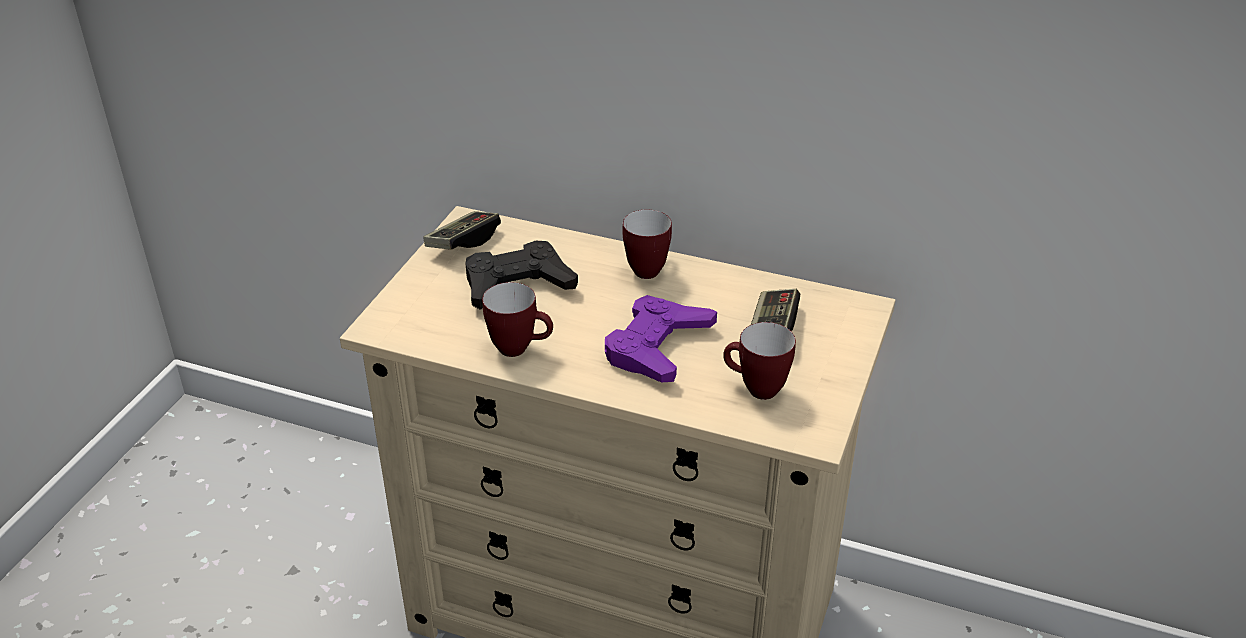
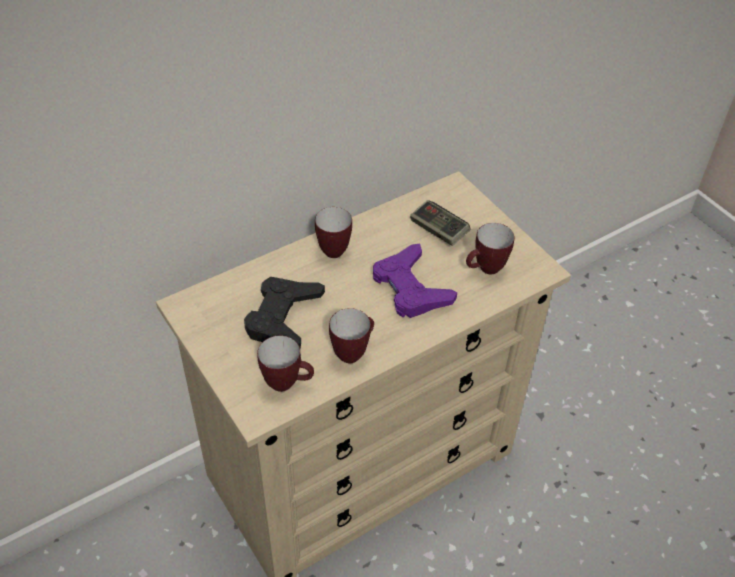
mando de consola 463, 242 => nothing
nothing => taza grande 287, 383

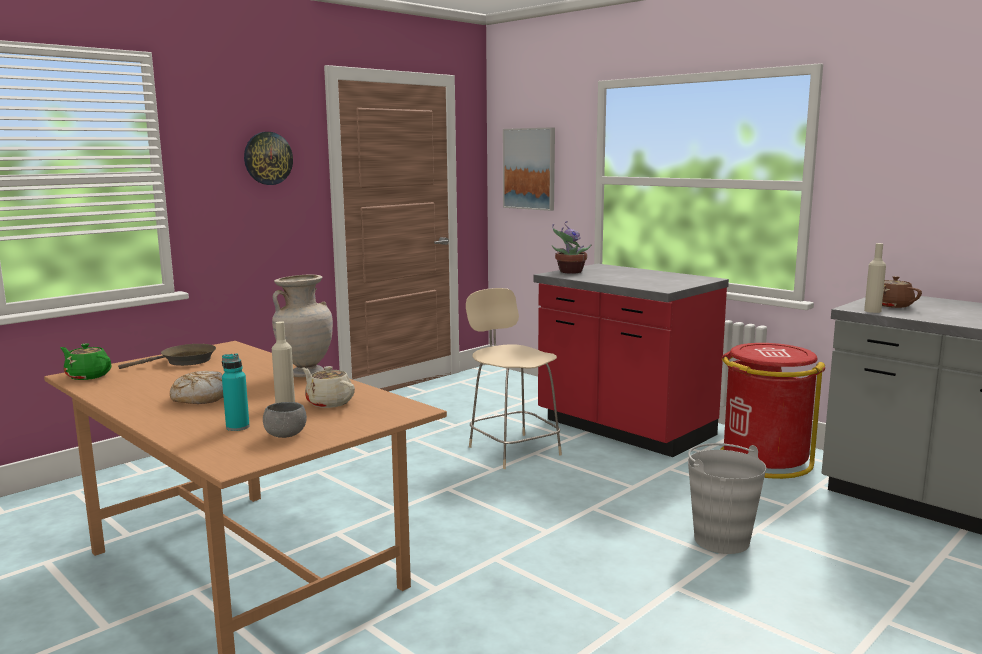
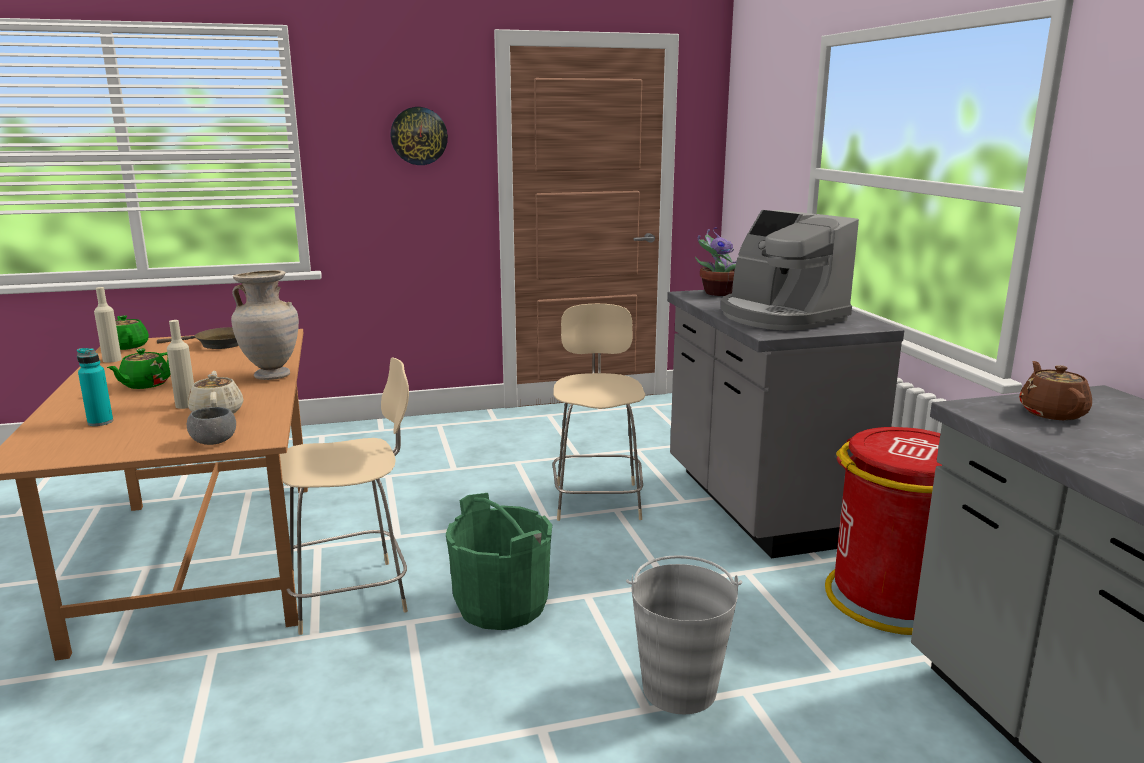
cuadro 529, 169 => nothing
botella (beis) 872, 311 => botella (beis) 112, 360, moved
mueble bajo de cocina (rojo) 624, 429 => mueble bajo de cocina (gris) 760, 505
pan 200, 398 => tetera (verde) 145, 385
cuenco (gris) 286, 435 => cuenco (gris) 214, 442, moved
nothing => cafetera 779, 317
nothing => silla (beis) 352, 595
nothing => cubo (verde) 502, 605

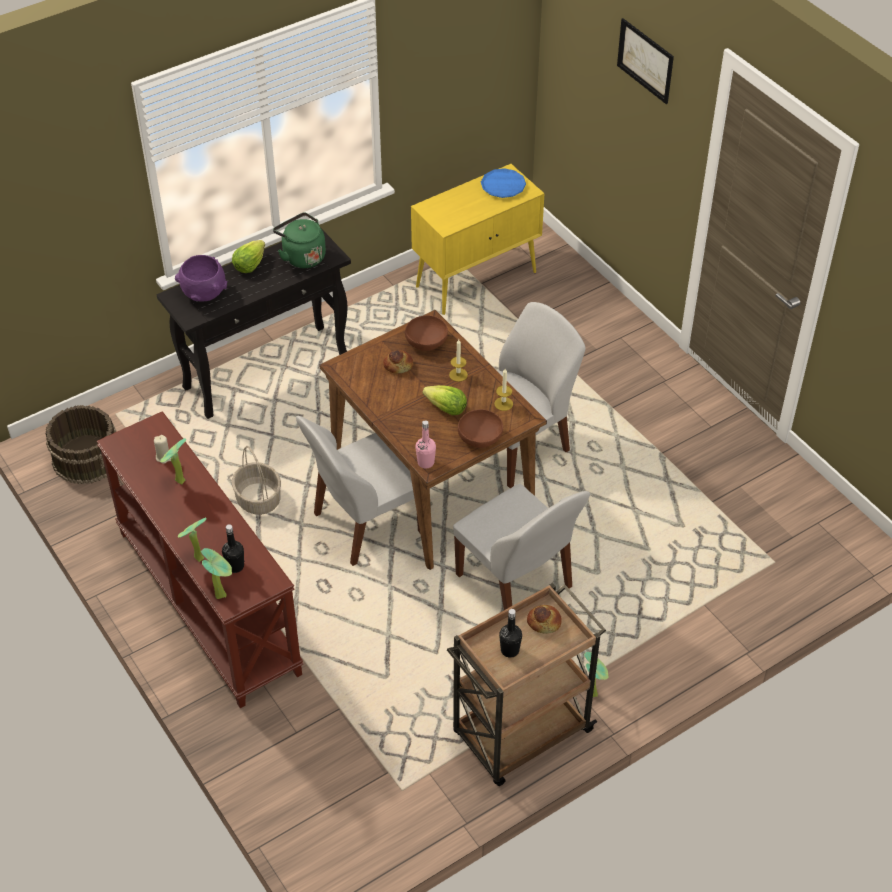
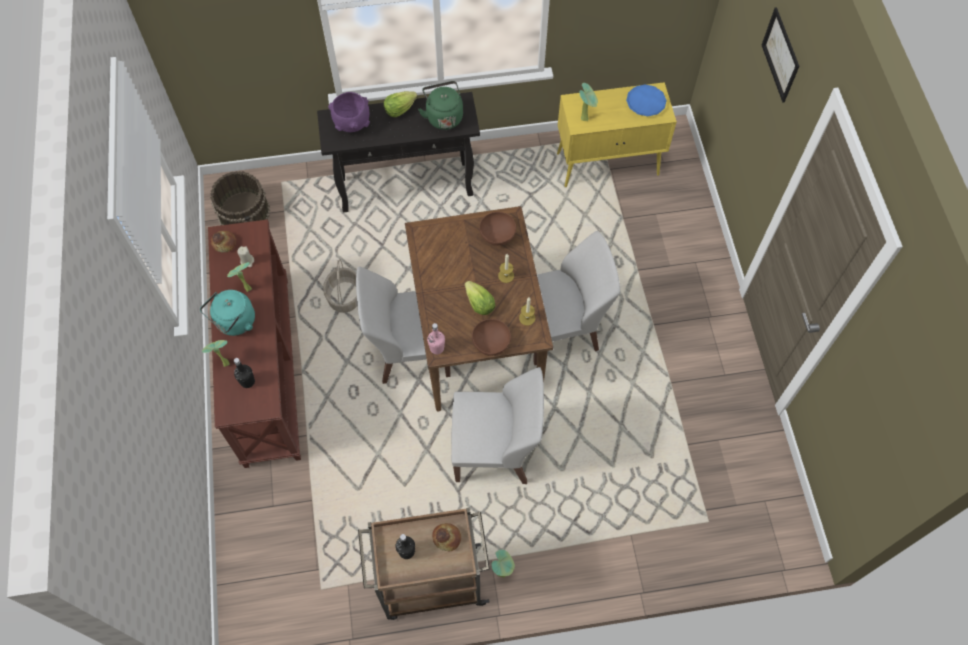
pan 398, 365 => pan 224, 243, moved
silla (blanco) 515, 583 => silla (blanco) 495, 451, 75 degrees counterclockwise
planta en maceta 222, 594 => planta en maceta 585, 118, moved
nothing => hervidor (turquesa) 234, 323

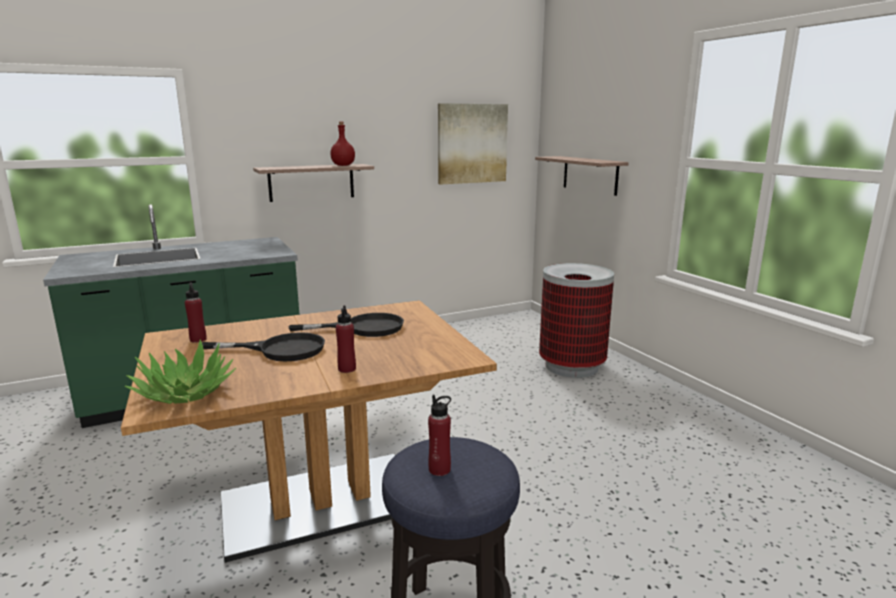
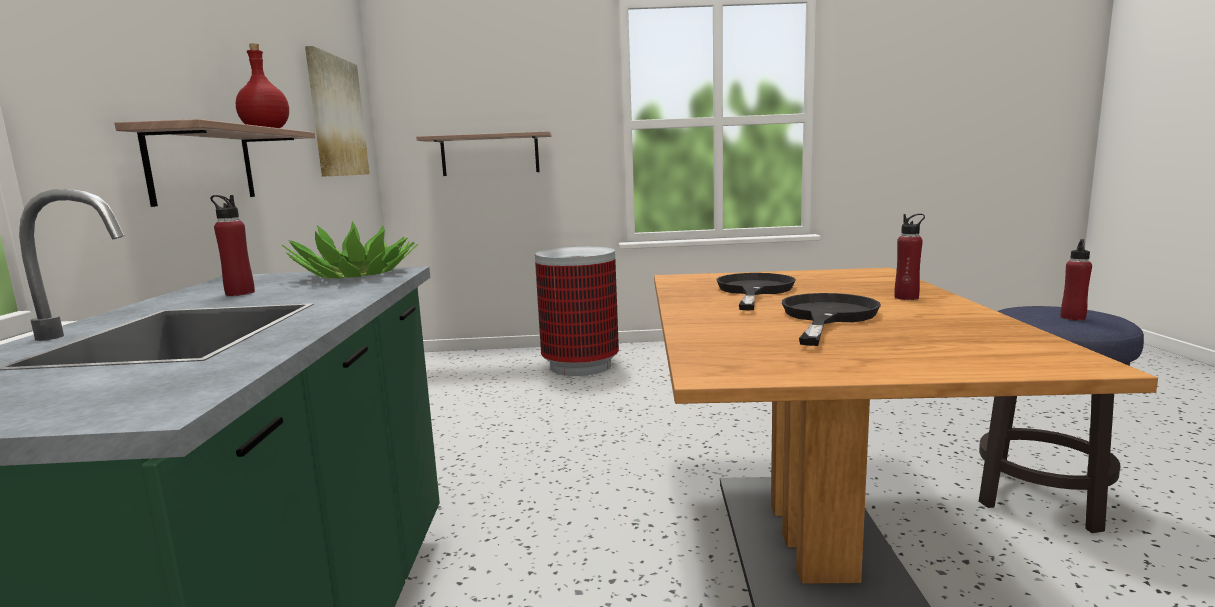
botella (rojo) 198, 339 => botella (rojo) 240, 293, moved
planta en maceta 185, 392 => planta en maceta 355, 275, moved

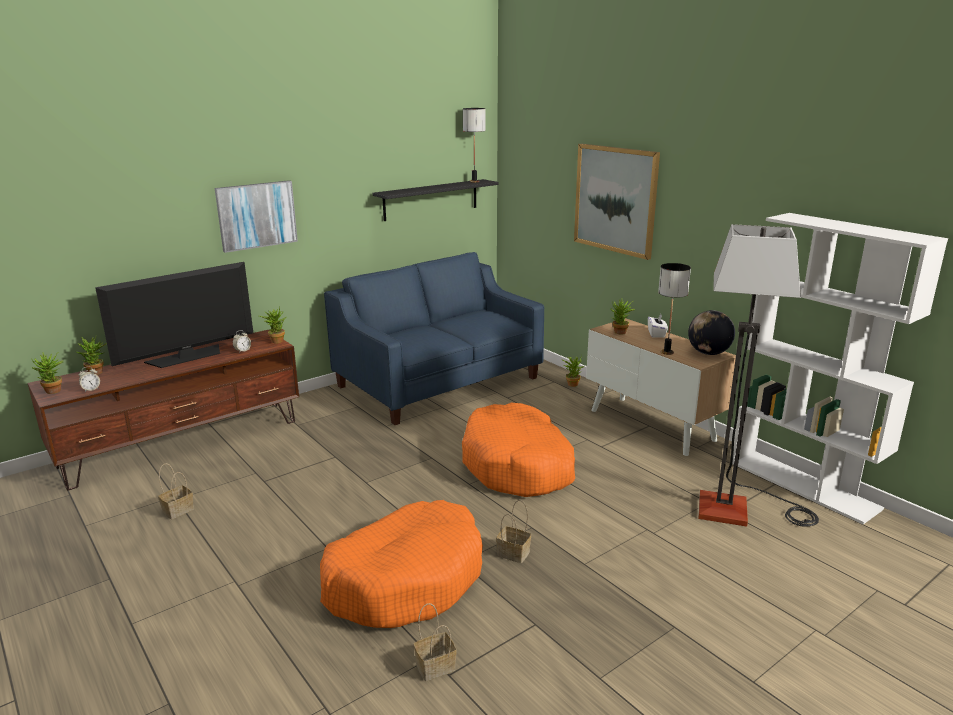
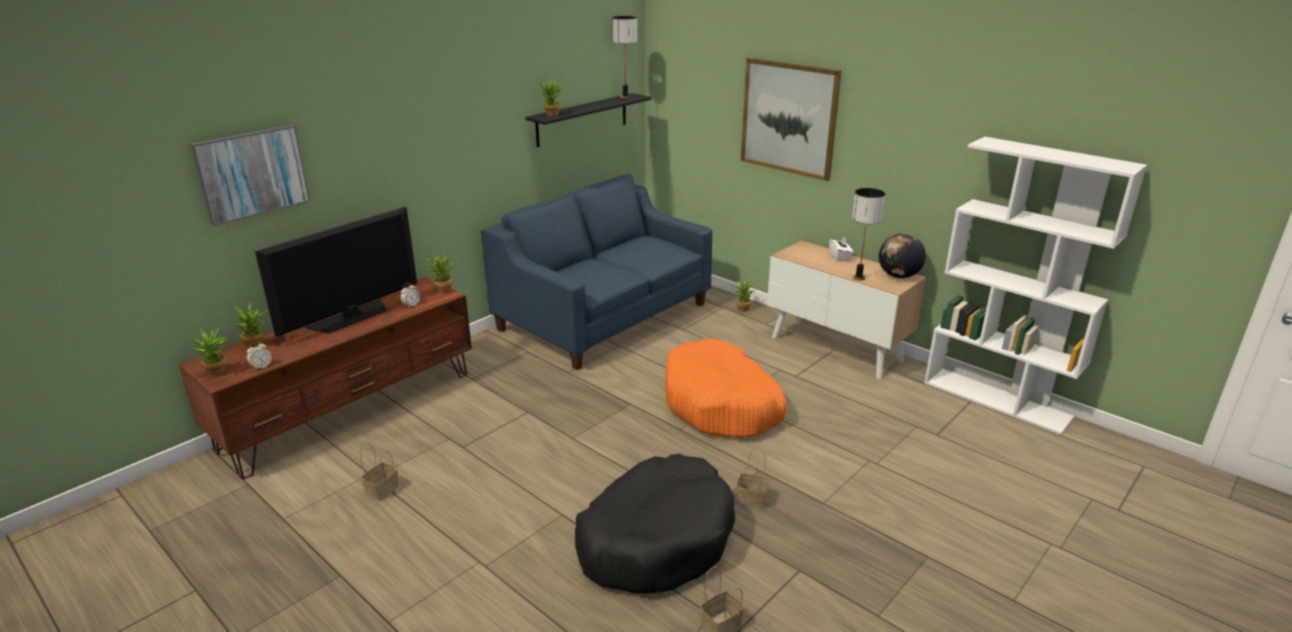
cuadro 256, 215 => cuadro 252, 173, moved
lámpara de pie 739, 509 => nothing
planta en maceta 620, 333 => planta en maceta 552, 115, moved
cama para perro (naranja) 405, 579 => cama para perro (negro) 656, 539

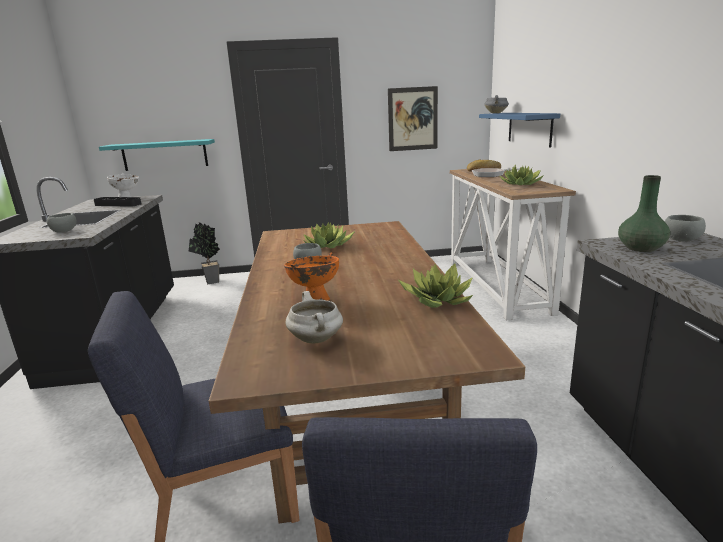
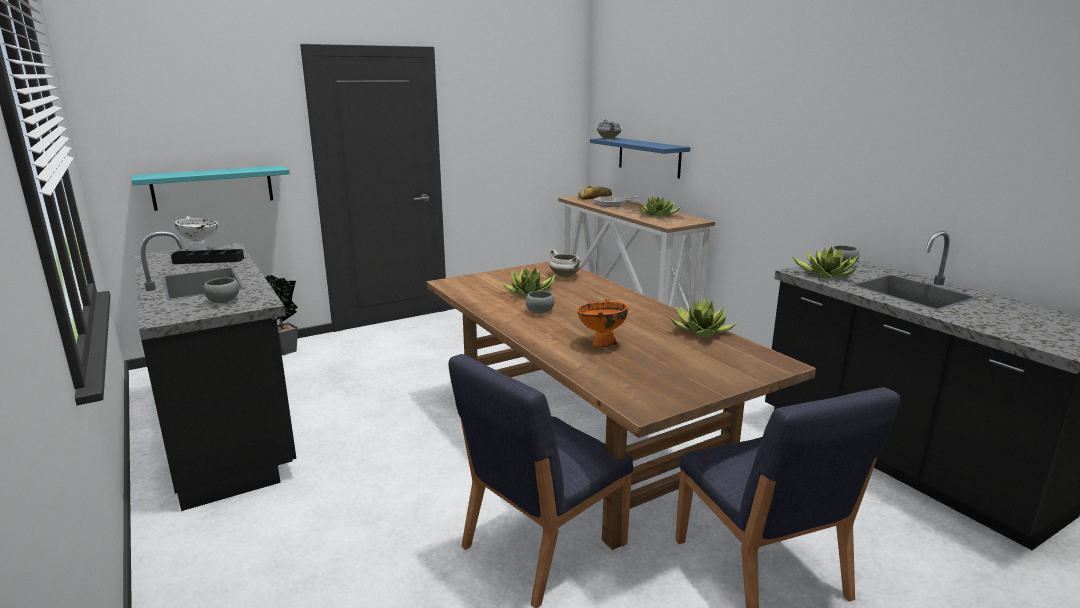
cuadro 413, 119 => nothing
florero (verde) 640, 248 => planta en maceta 825, 274
olla (blanco) 317, 340 => olla (blanco) 565, 276, moved

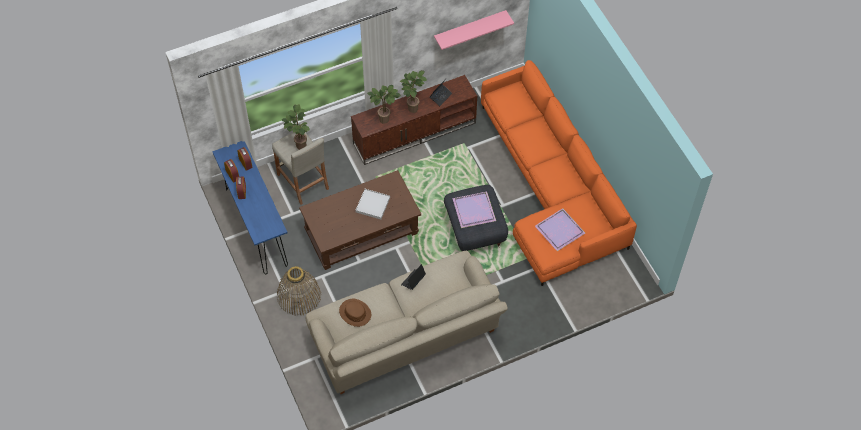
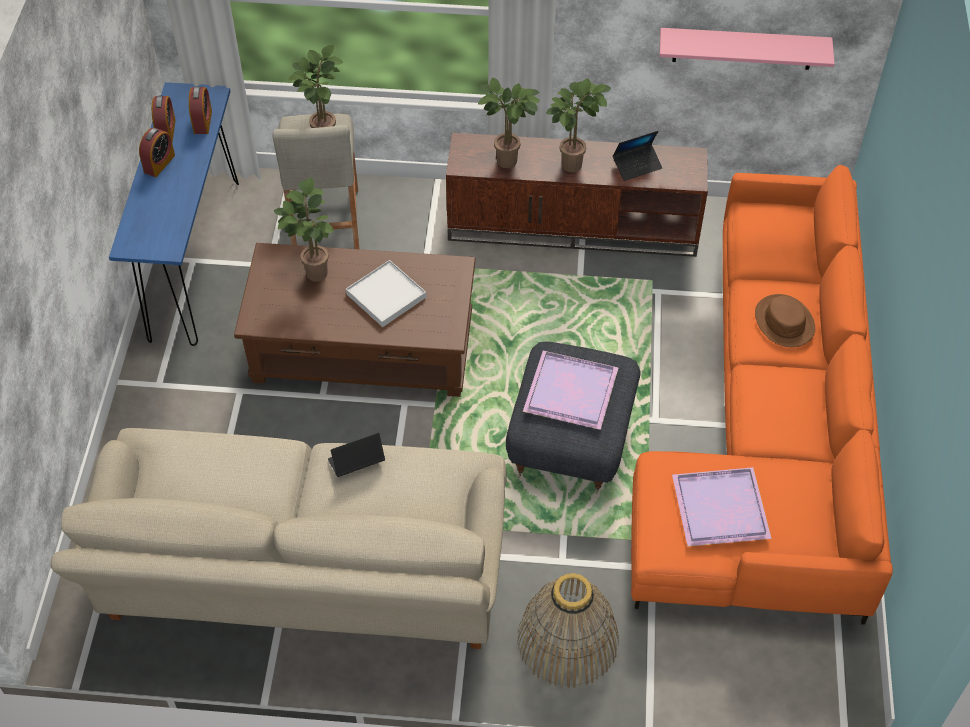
cesta 299, 296 => cesta 567, 641, moved
sombrero (marrón) 355, 313 => sombrero (marrón) 784, 321, moved
nothing => planta en maceta 313, 271

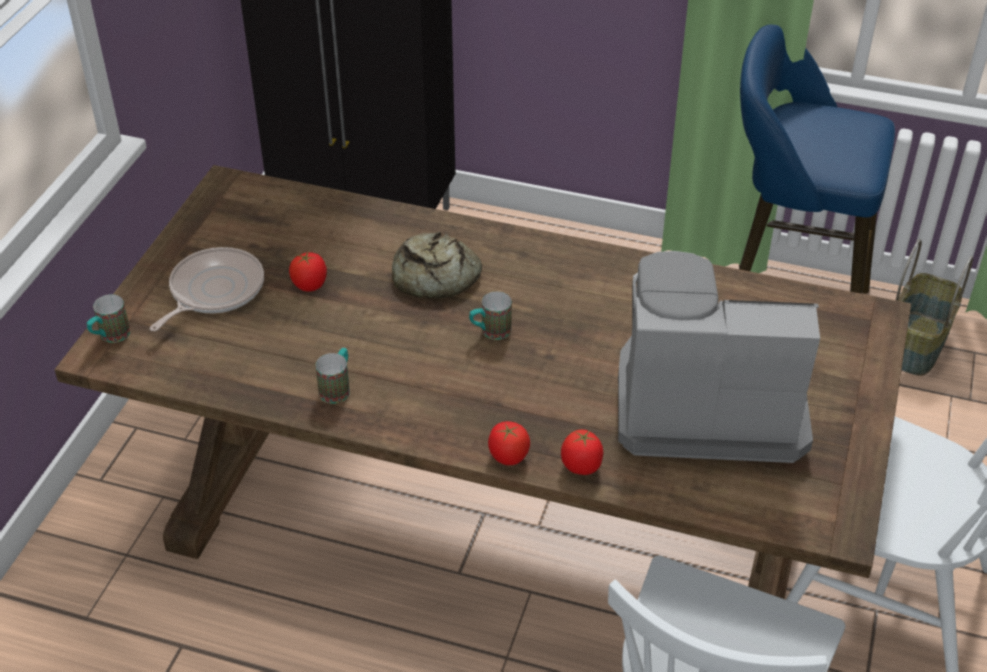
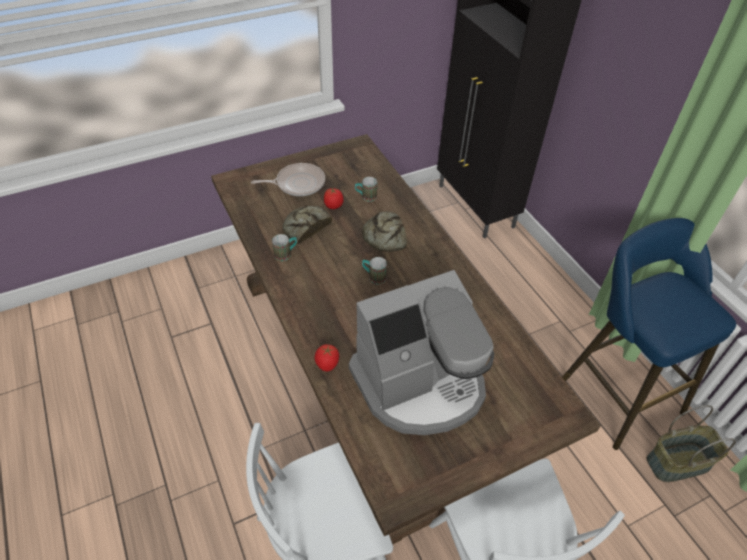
cafetera 706, 403 => cafetera 420, 384, 105 degrees clockwise
taza grande 110, 337 => taza grande 365, 197, moved
tomate 508, 457 => nothing
nothing => pan 305, 227

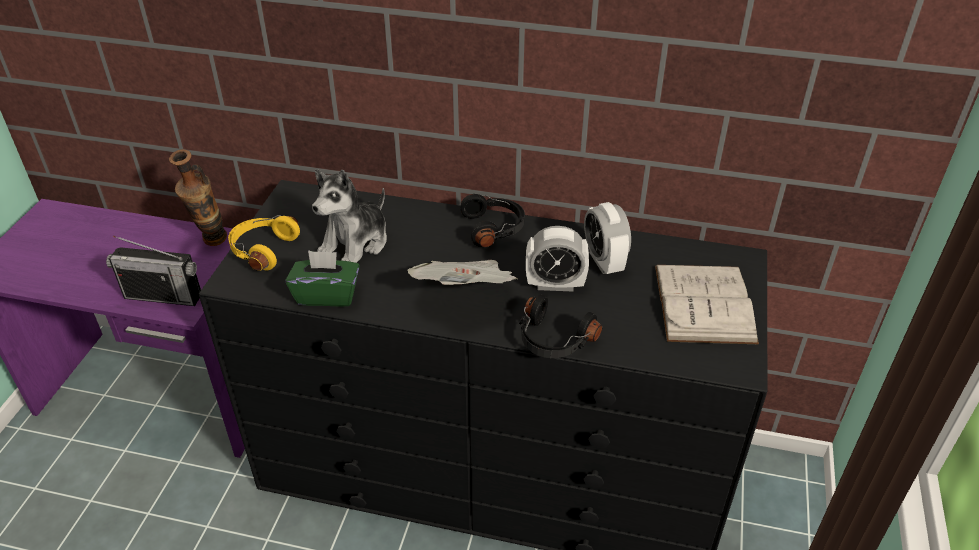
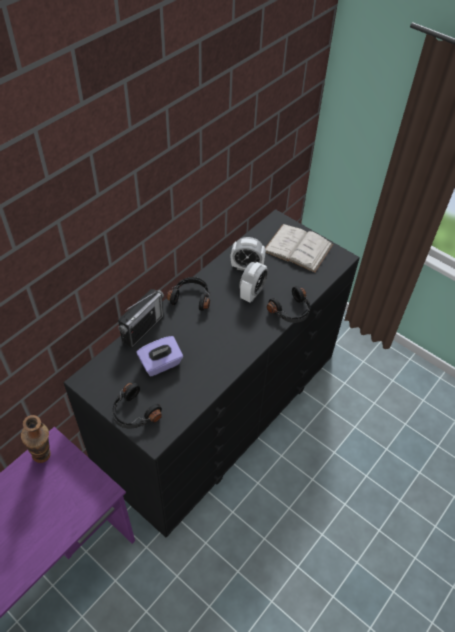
peluche 356, 243 => caja de pañuelos (morado) 161, 364
auriculares (amarillo) 262, 250 => auriculares (negro) 134, 413
radio 163, 296 => radio 143, 328, moved
caja de pañuelos (verde) 327, 295 => nothing
periódico 466, 293 => nothing

